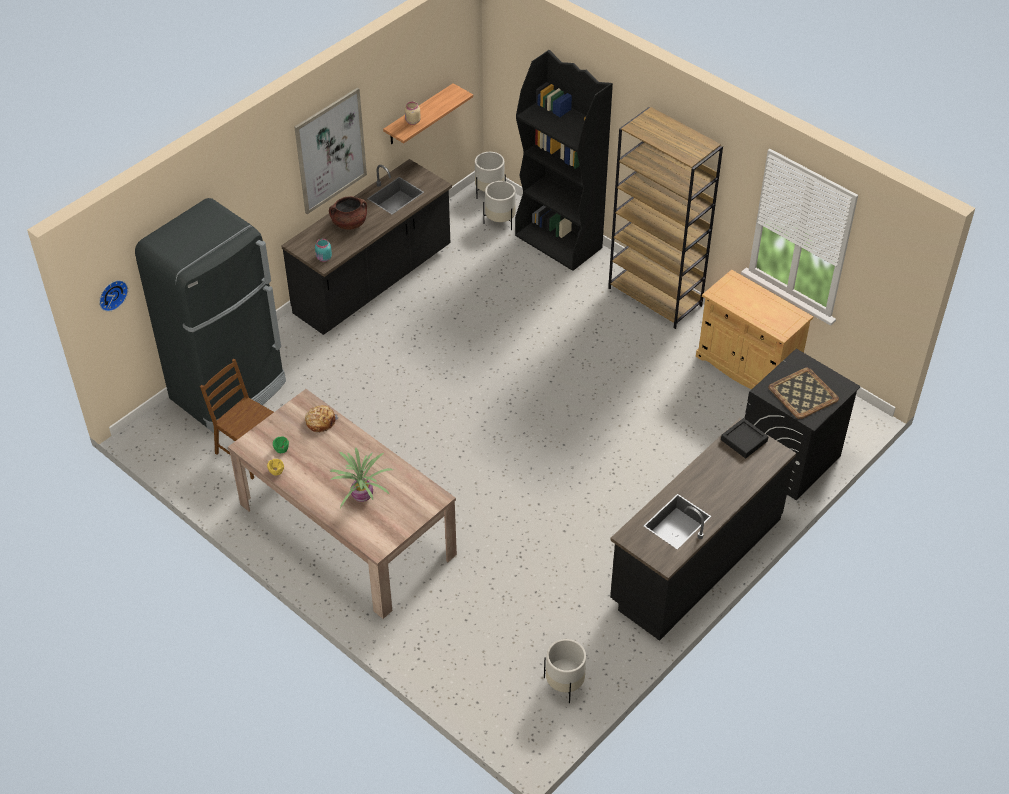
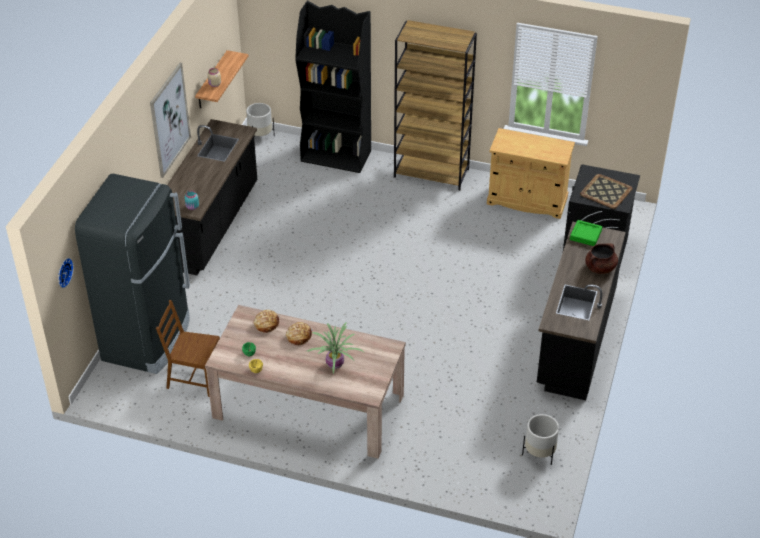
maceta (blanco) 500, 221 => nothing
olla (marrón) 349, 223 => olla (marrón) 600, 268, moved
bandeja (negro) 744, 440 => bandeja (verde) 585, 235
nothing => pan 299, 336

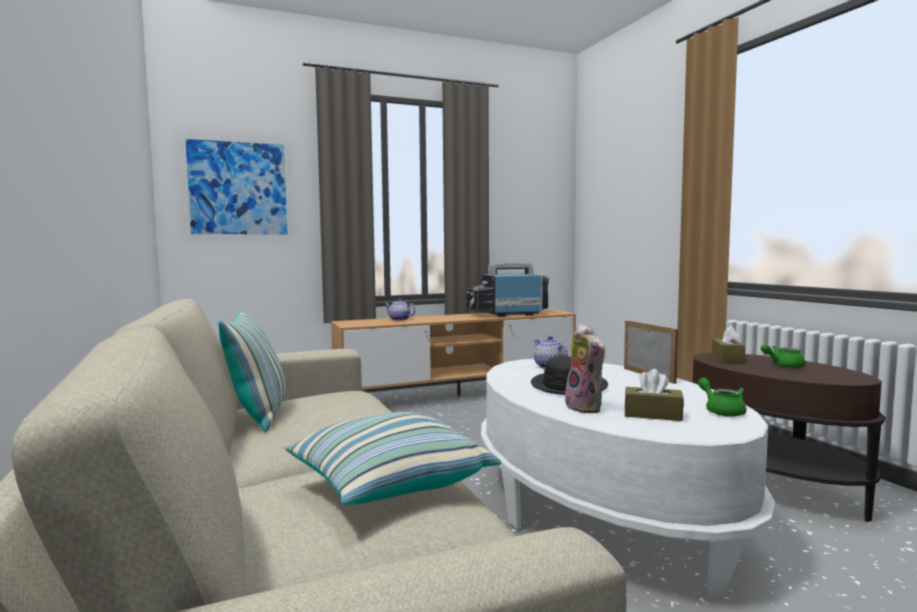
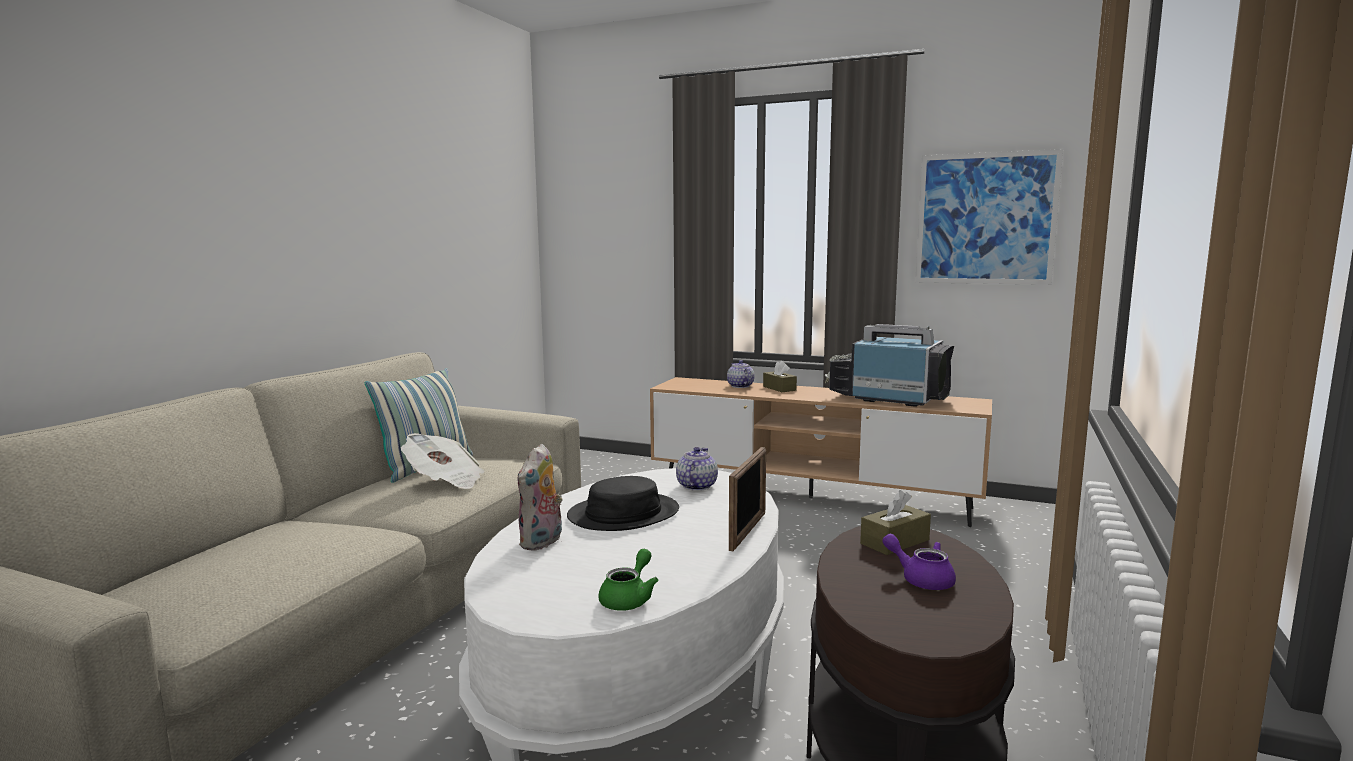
cuadro 238, 188 => cuadro 985, 219, moved
tetera (verde) 783, 366 => tetera (morado) 921, 579
caja de pañuelos (marrón) 652, 414 => caja de pañuelos (marrón) 779, 388, moved
cojín 388, 485 => nothing
nothing => periódico 445, 481

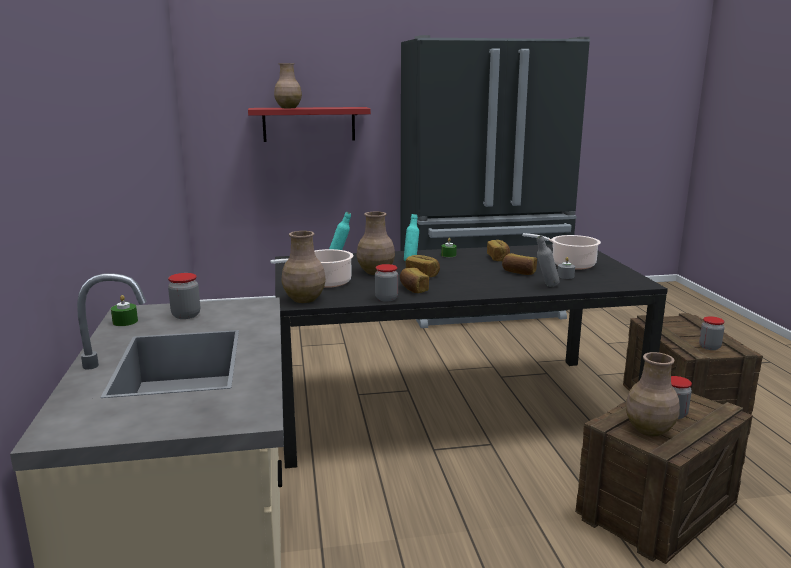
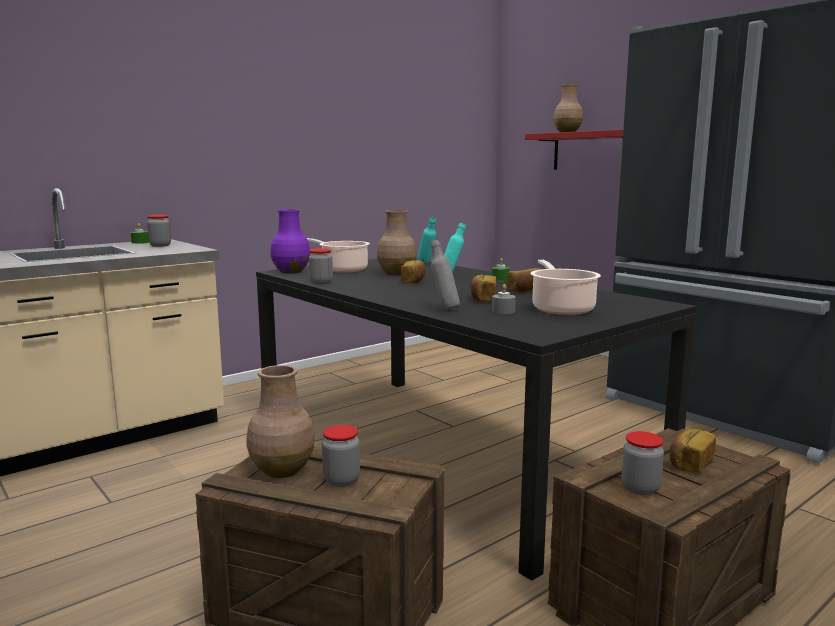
florero (marrón) 304, 299 => florero (morado) 290, 272
pan 413, 289 => pan 689, 463, moved

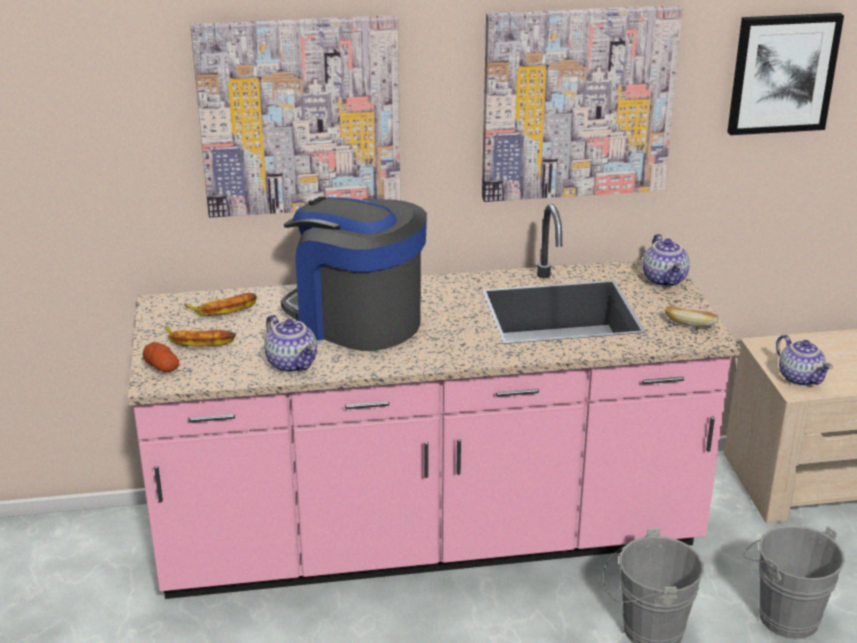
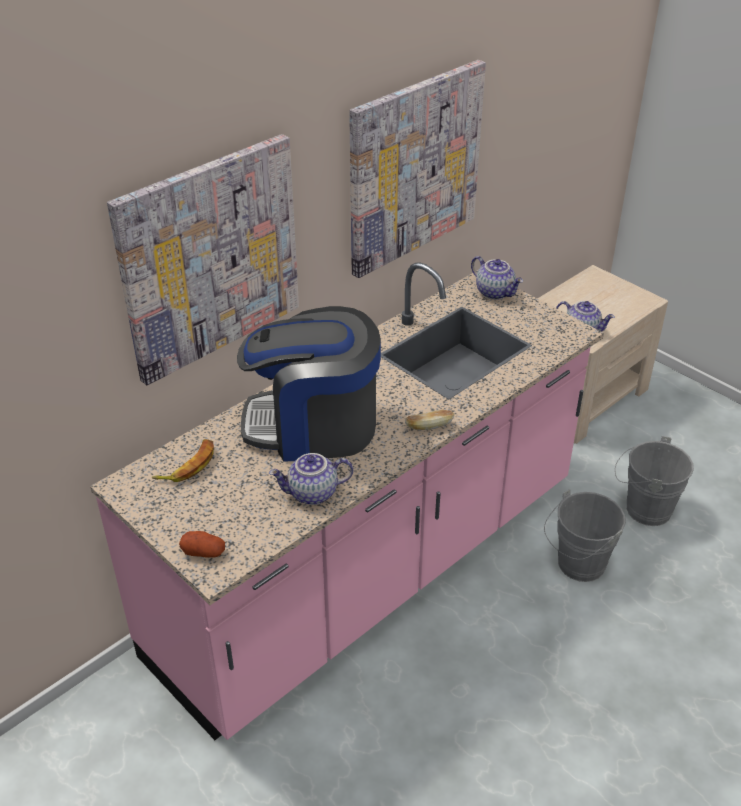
cuadro 782, 73 => nothing
pan 690, 324 => pan 429, 427, moved
tetera 293, 364 => tetera 312, 494, 150 degrees clockwise
plátano 199, 340 => nothing

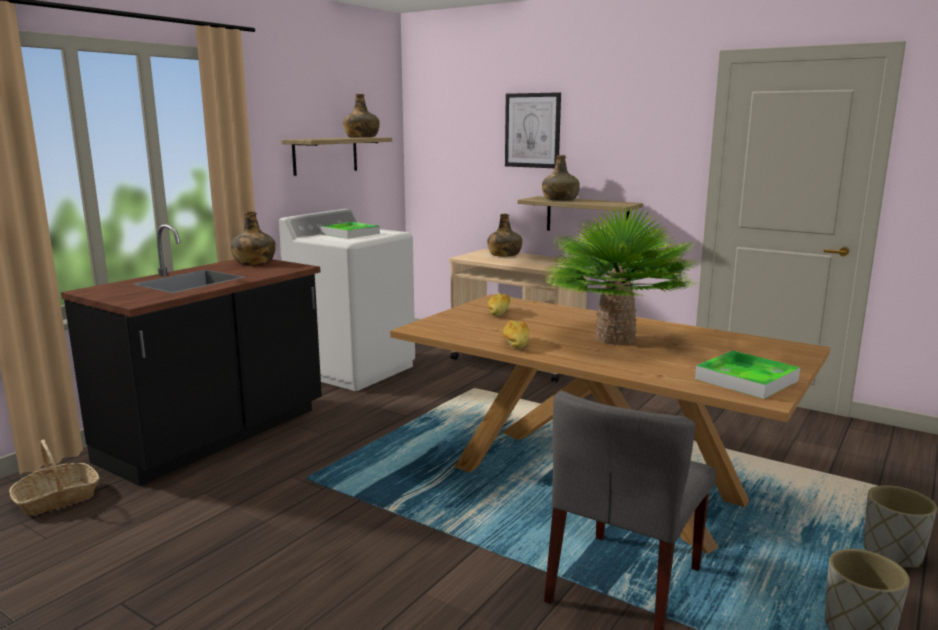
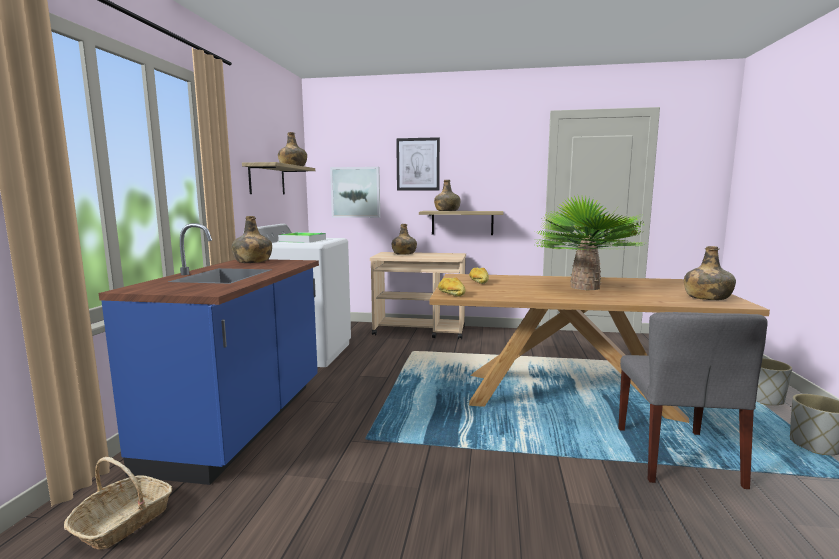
mueble bajo de cocina (negro) 216, 436 => mueble bajo de cocina (azul) 242, 424
pan 515, 343 => pan 451, 294, moved
bandeja 746, 380 => botella (verde) 706, 297
nothing => cuadro 355, 192

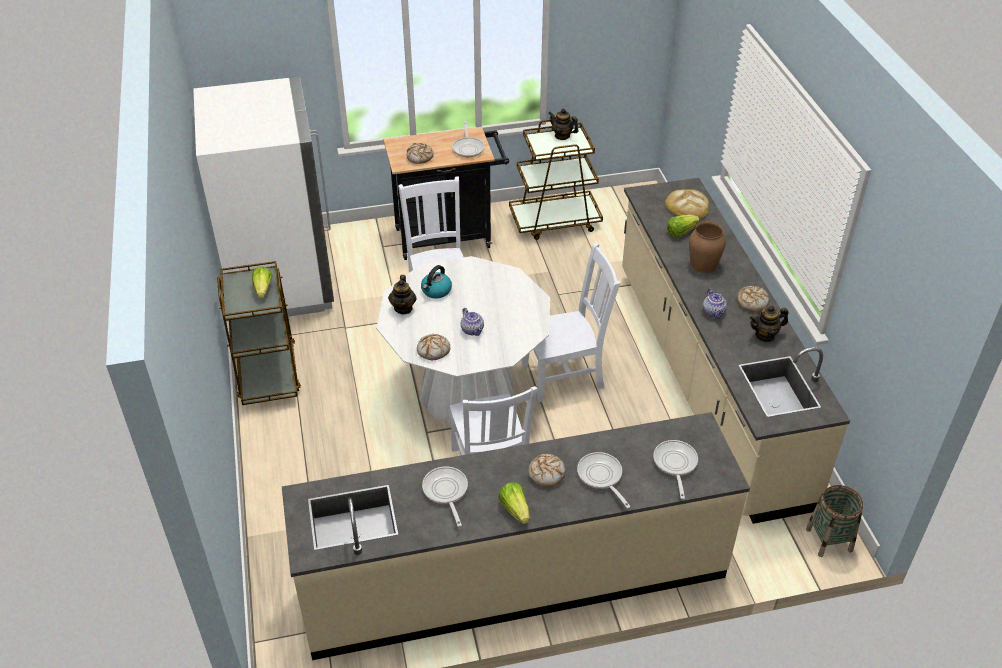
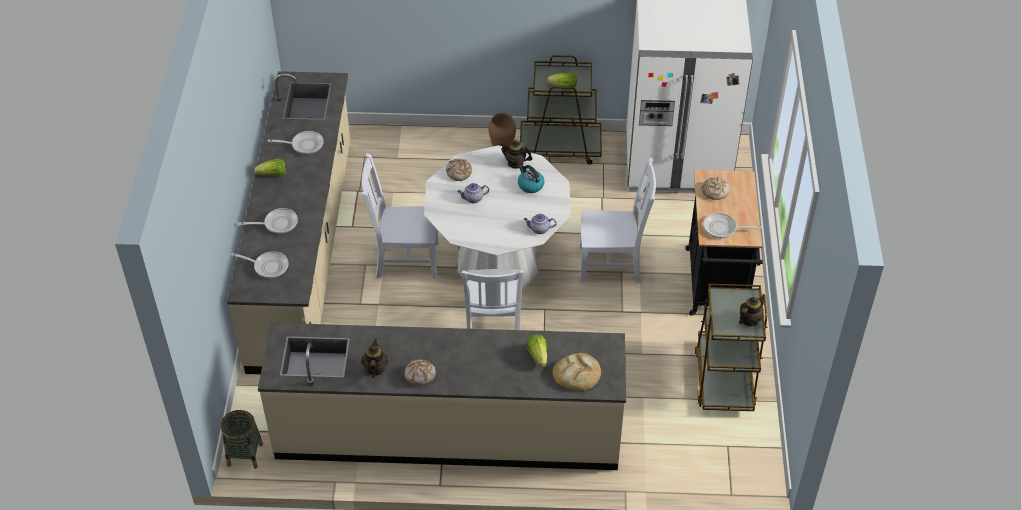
florero (marrón) 703, 264 => florero (marrón) 502, 145, moved
tetera 714, 312 => tetera 539, 229, moved
pan 546, 473 => nothing

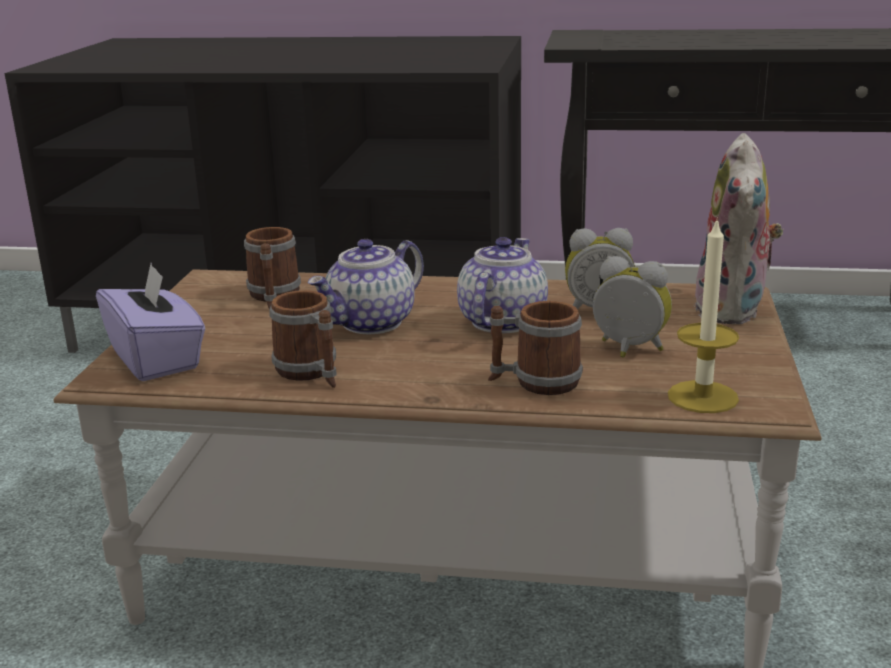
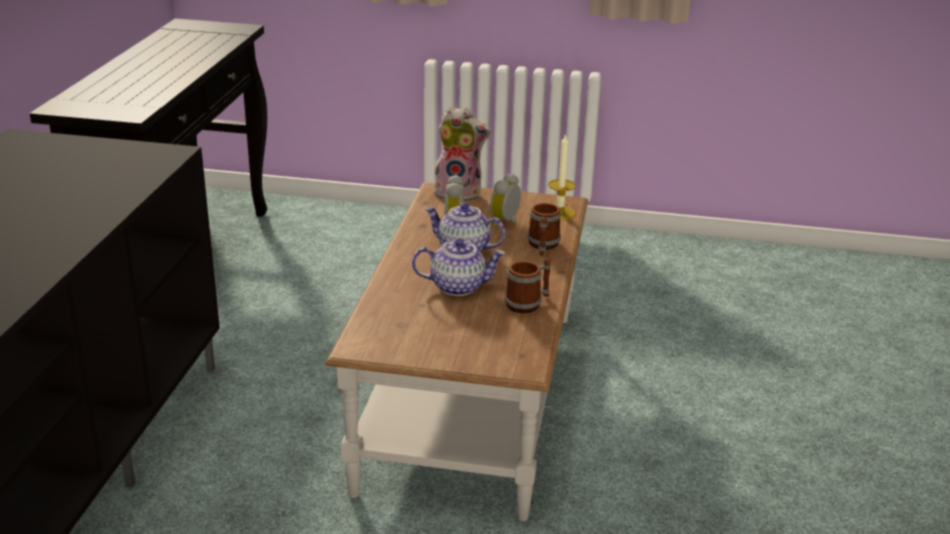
taza grande 273, 297 => nothing
tetera 371, 323 => tetera 458, 286, 45 degrees counterclockwise
caja de pañuelos (morado) 157, 359 => nothing

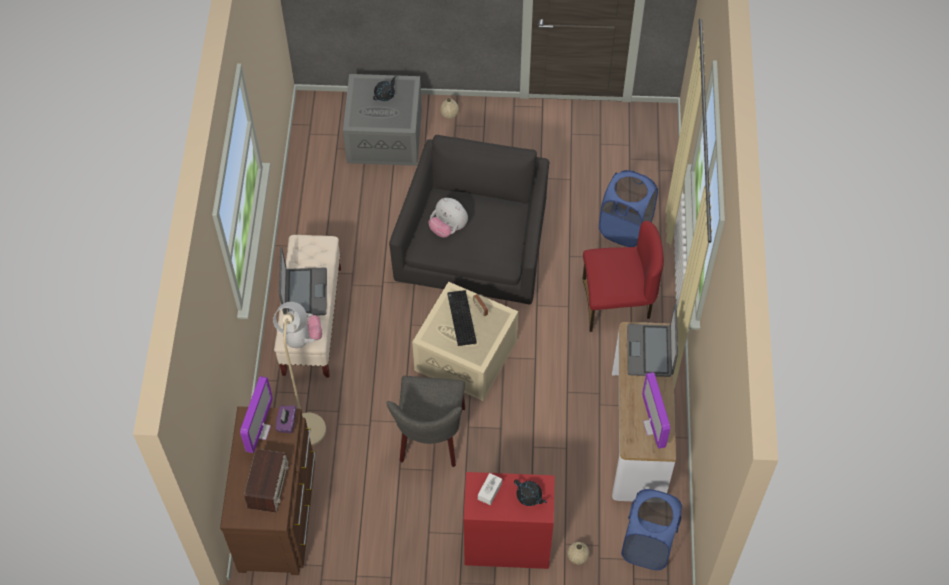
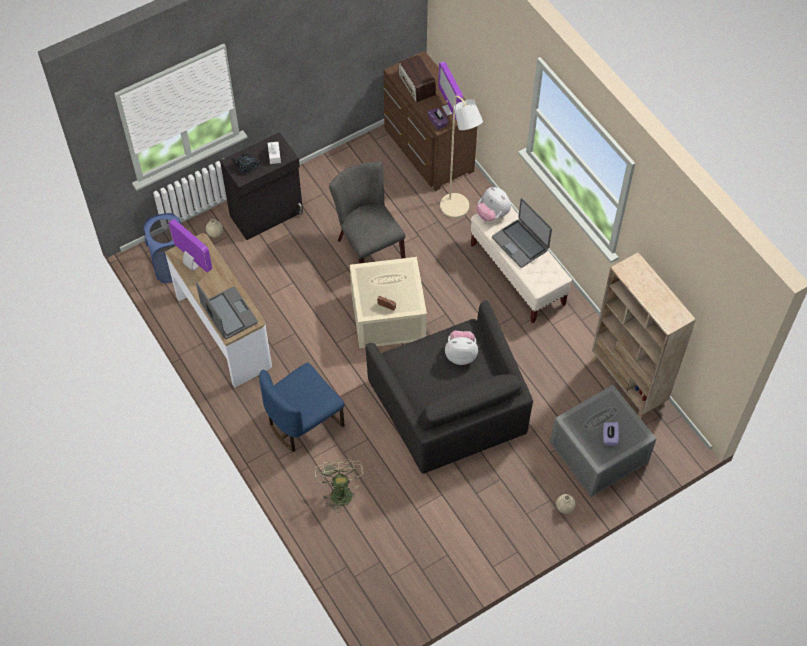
tetera (negro) 385, 94 => caja de pañuelos (morado) 609, 437
cesto de la ropa (azul) 625, 228 => ventilador (verde) 339, 491
silla (rojo) 617, 303 => silla (azul) 303, 422
teclado 460, 318 => nothing
armario (rojo) 506, 544 => armario (negro) 267, 214
nothing => estantería (beis) 627, 383

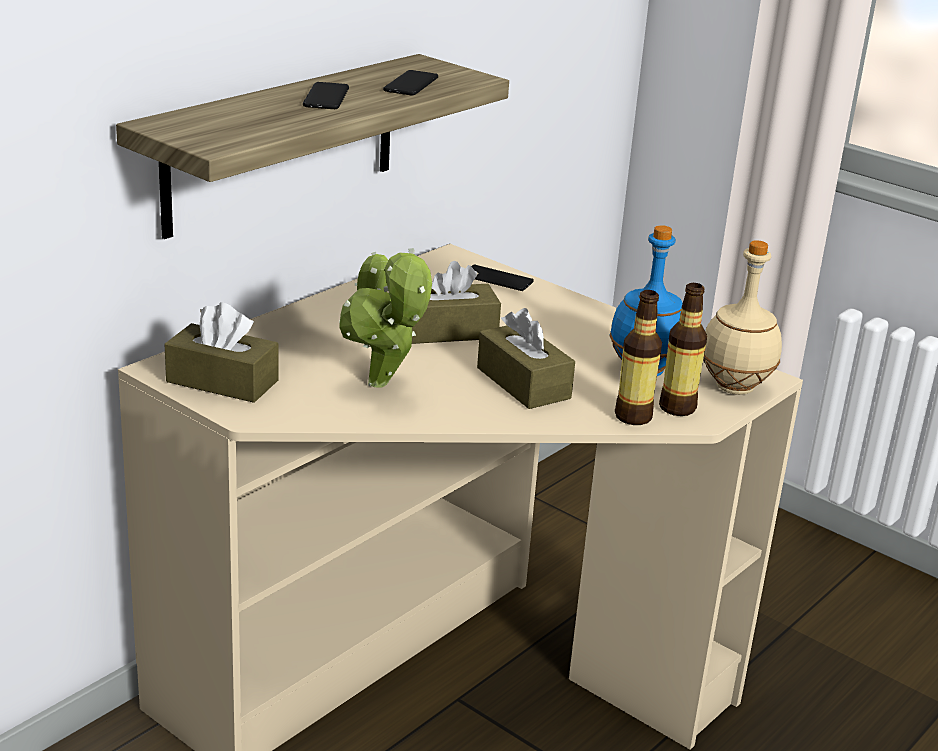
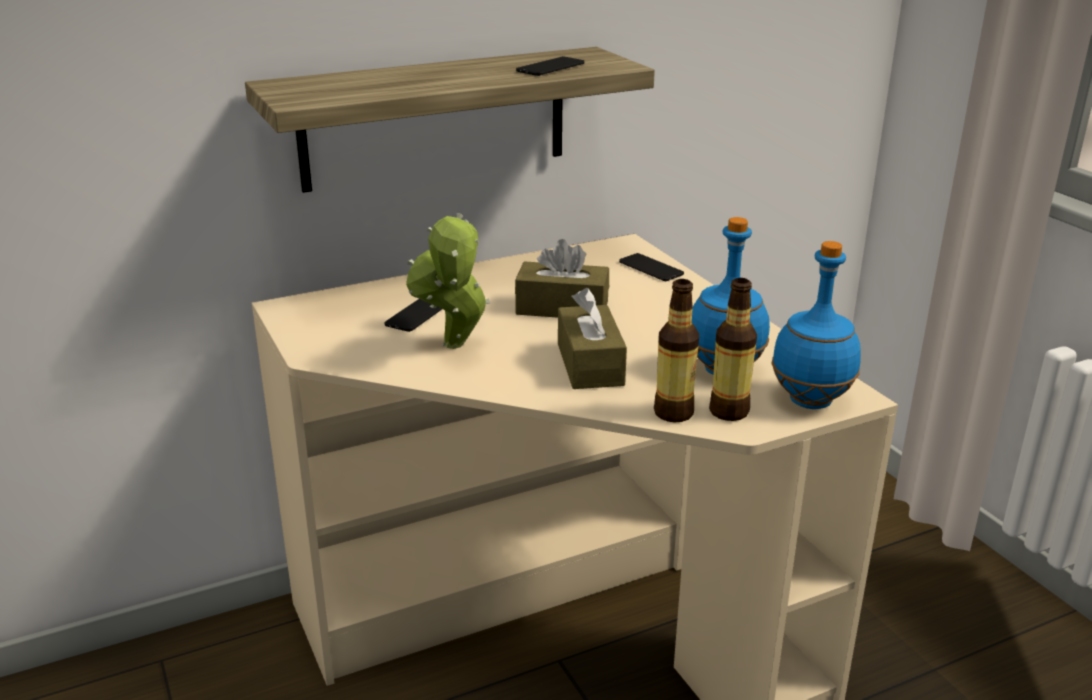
móvil 326, 97 => móvil 417, 315, moved
botella (beis) 734, 388 => botella (azul) 810, 401
caja de pañuelos (marrón) 222, 381 => nothing

